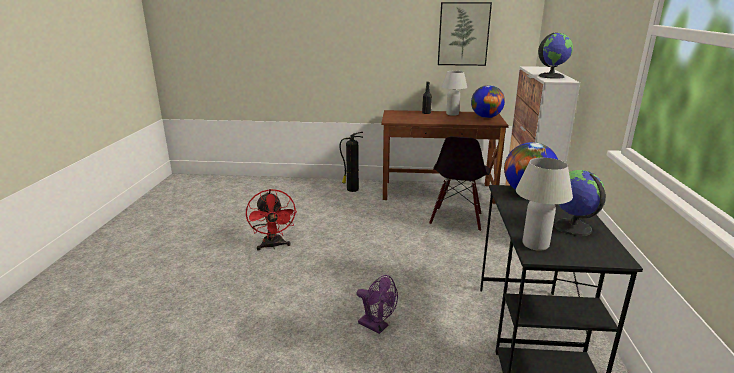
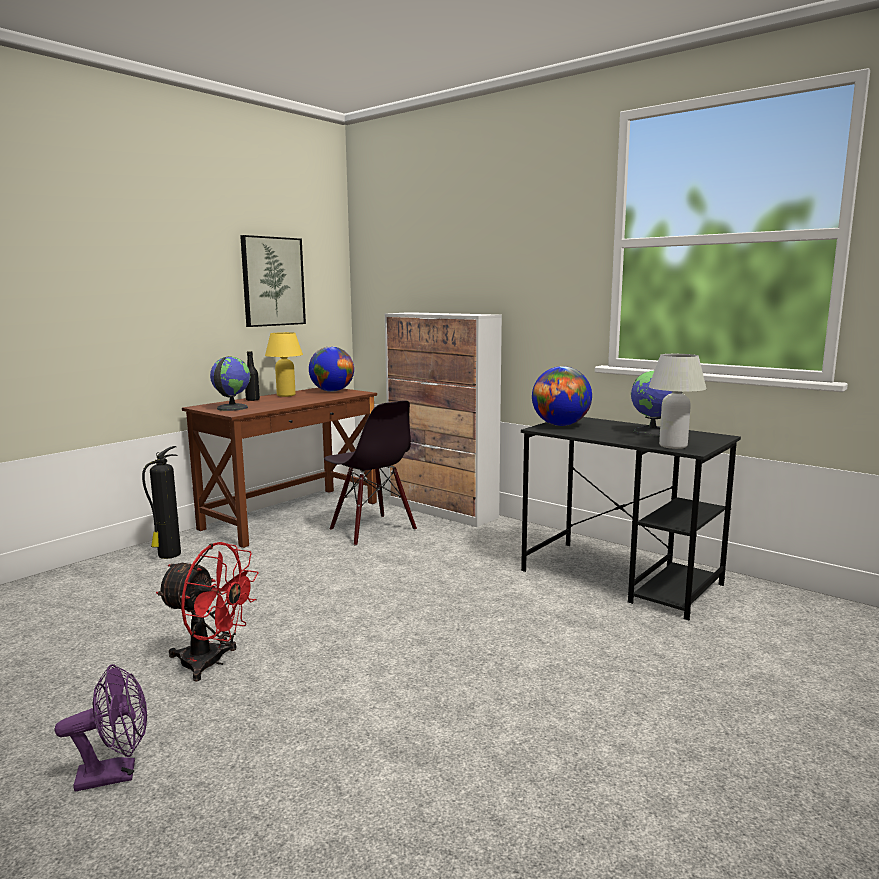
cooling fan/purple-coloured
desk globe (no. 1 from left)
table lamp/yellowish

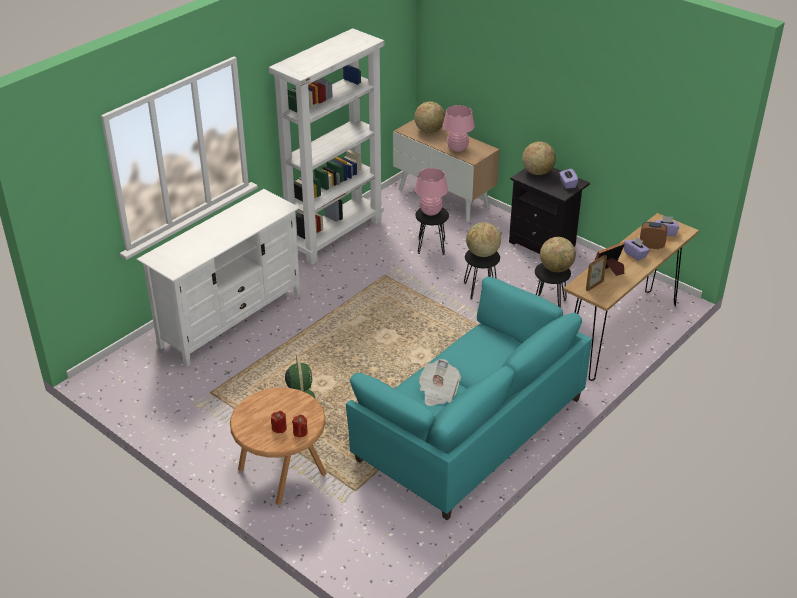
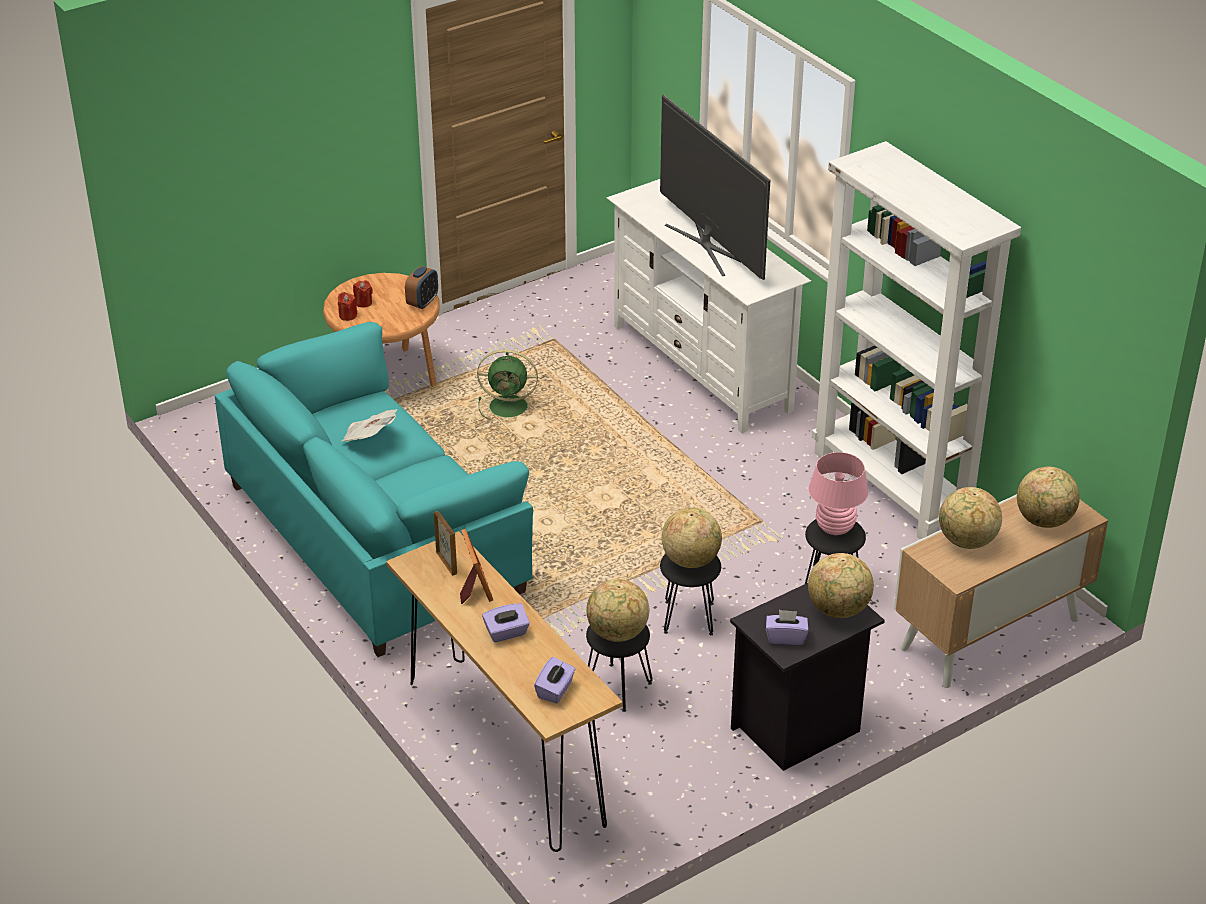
bedside clock
TV
desk globe (no. 4 from left)

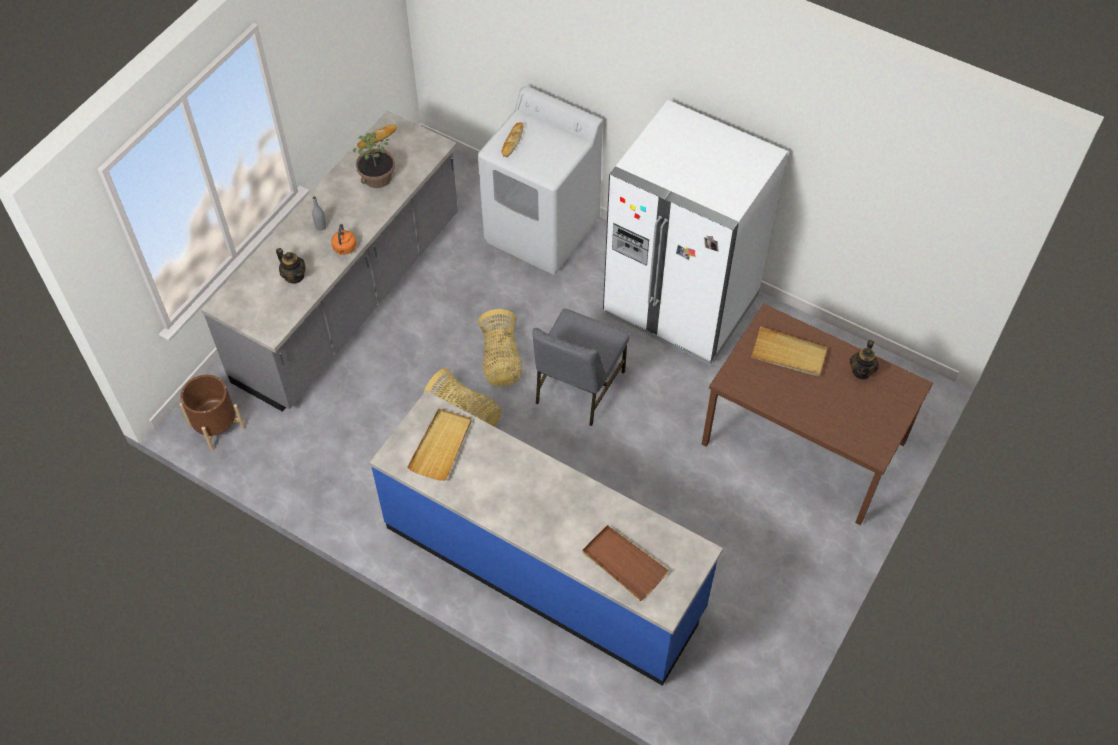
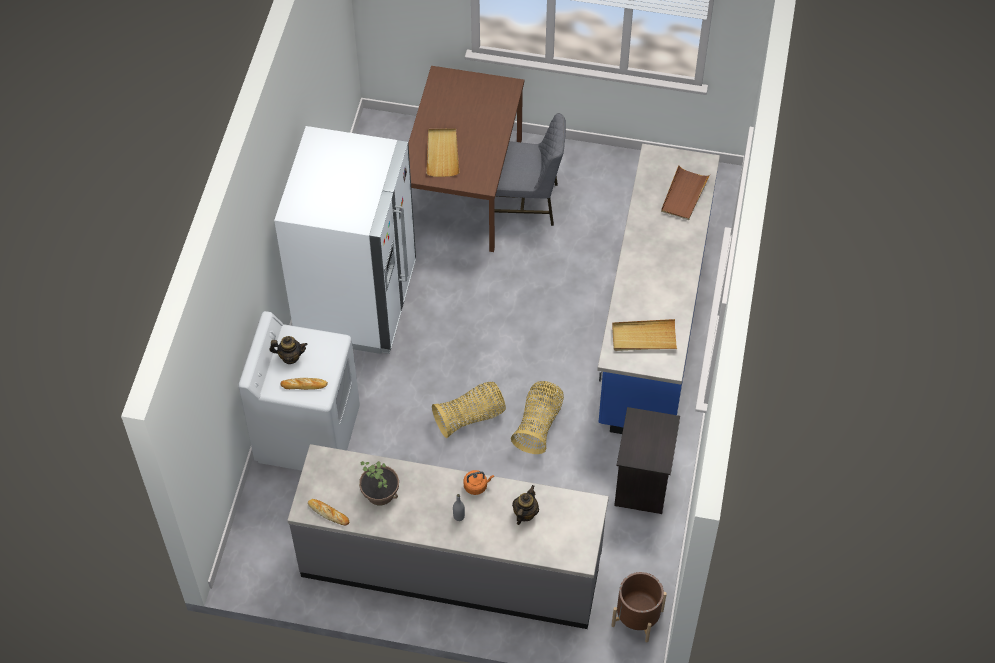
pot for tea (no. 1 from left)
plain chair/gray
bedside table/black-coloured

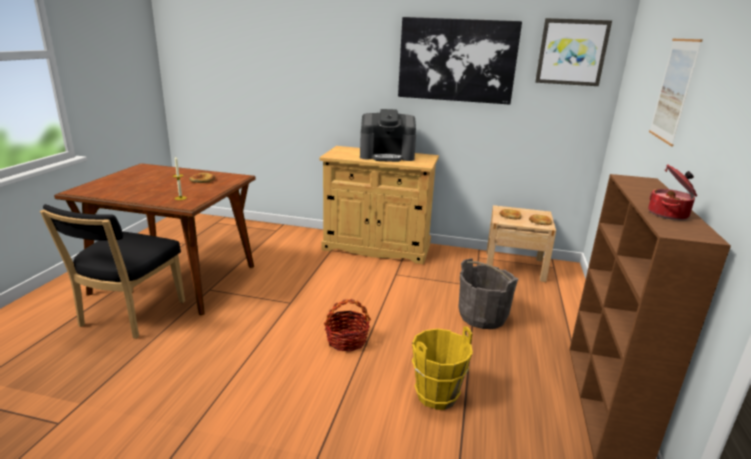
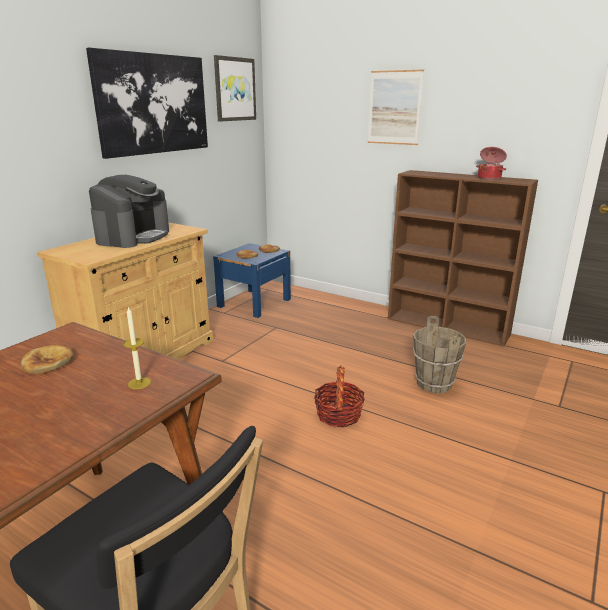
bedside table/blue-coloured
water bucket/brown-coloured
water bucket/gray

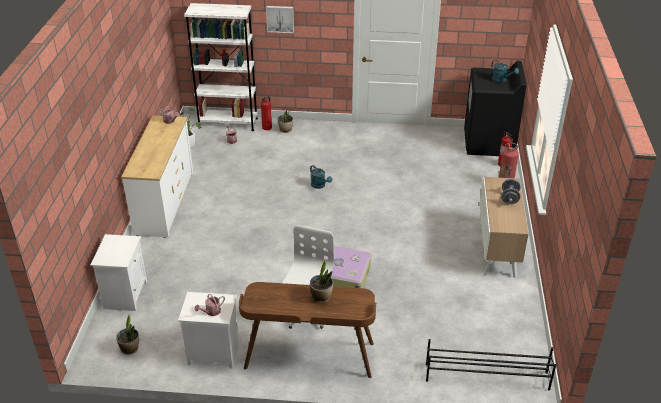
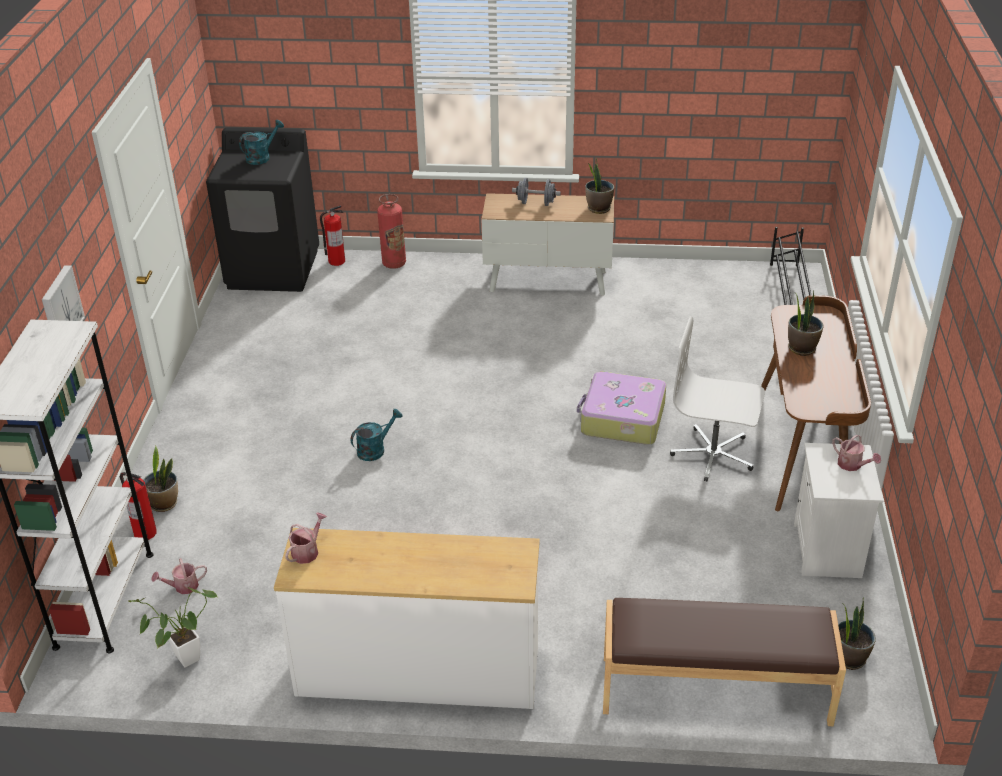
plant in a pot (no. 3 from left)
long seat/brown-coloured

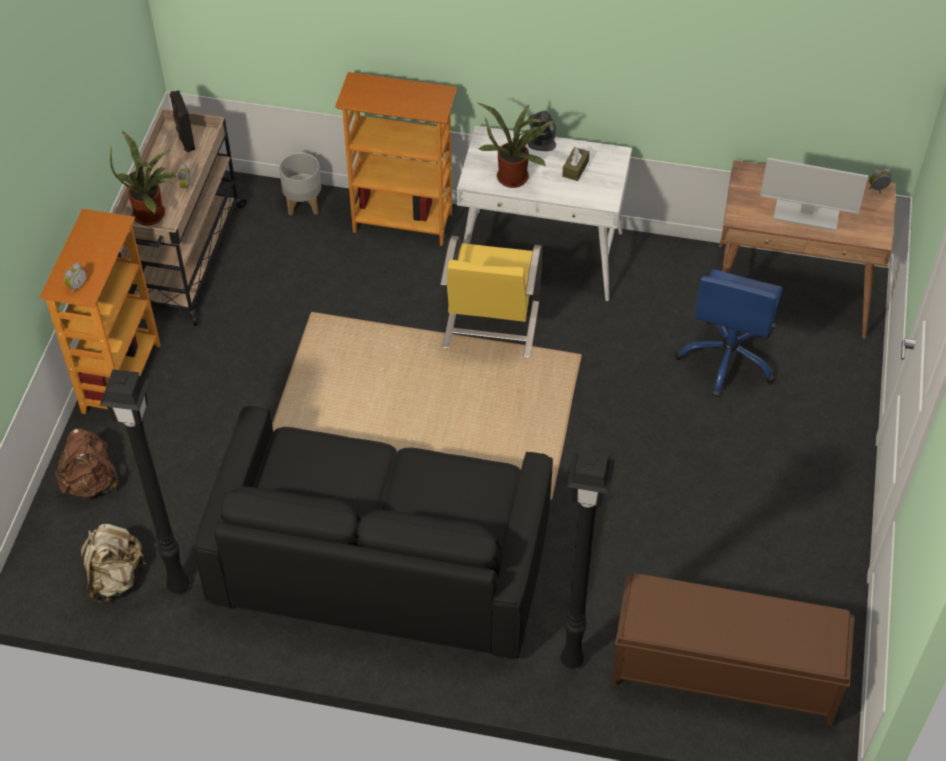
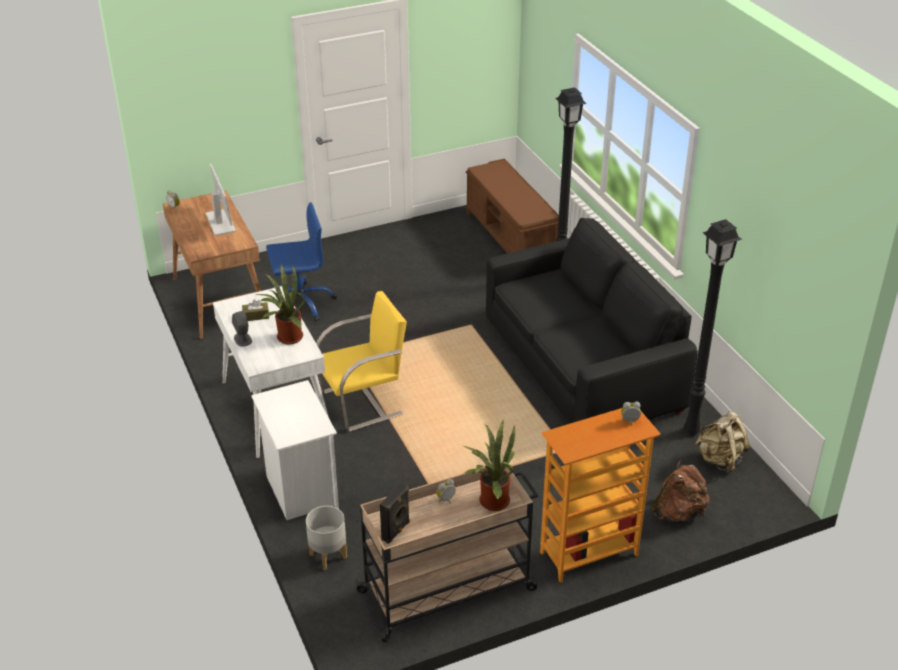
bedside table/whitish

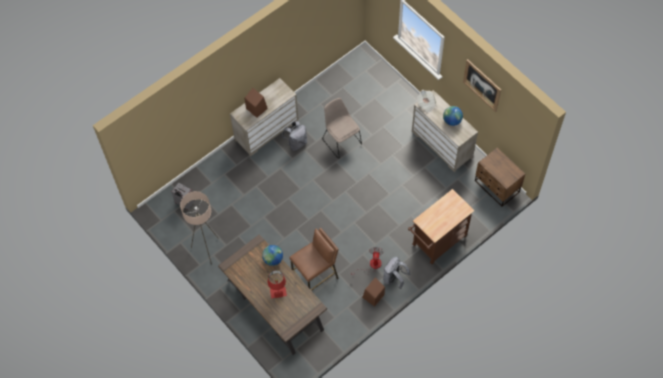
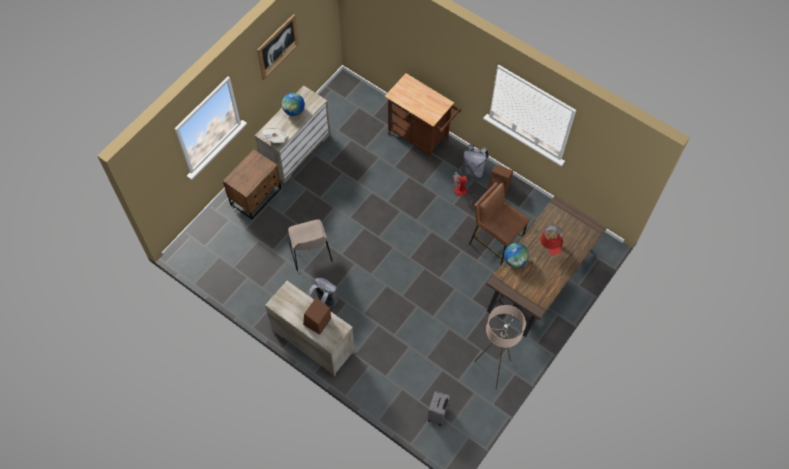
bedside table/brown-coloured
plain chair/beige

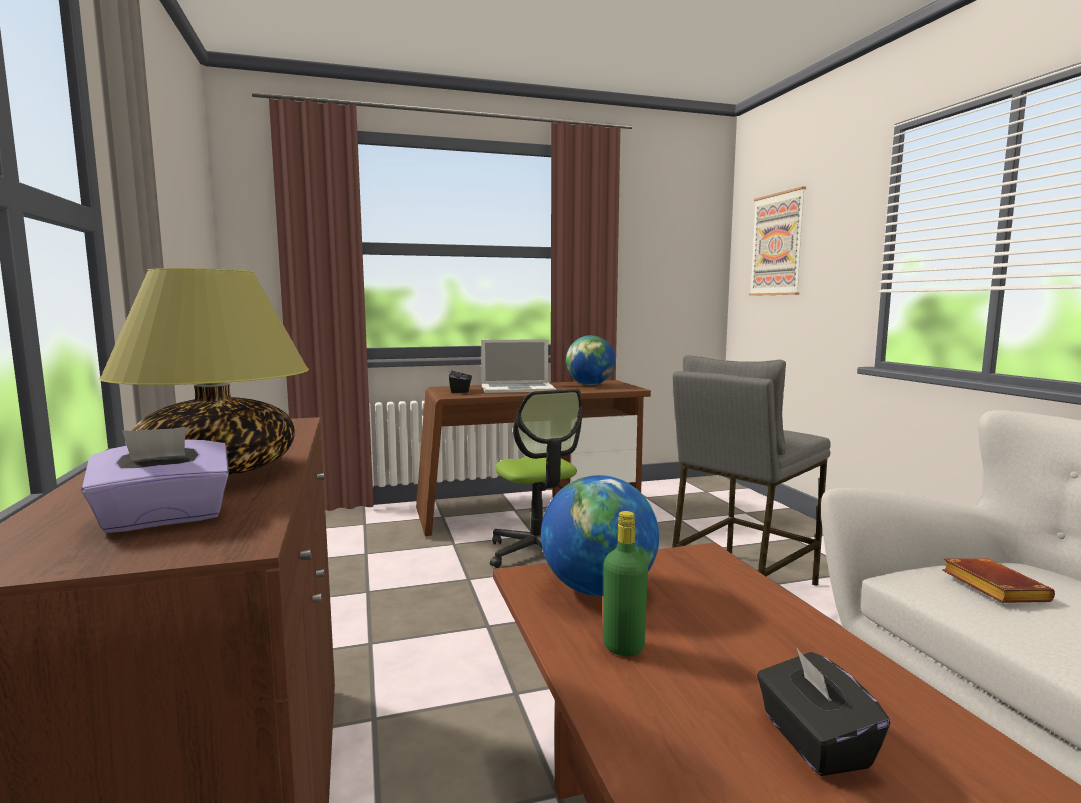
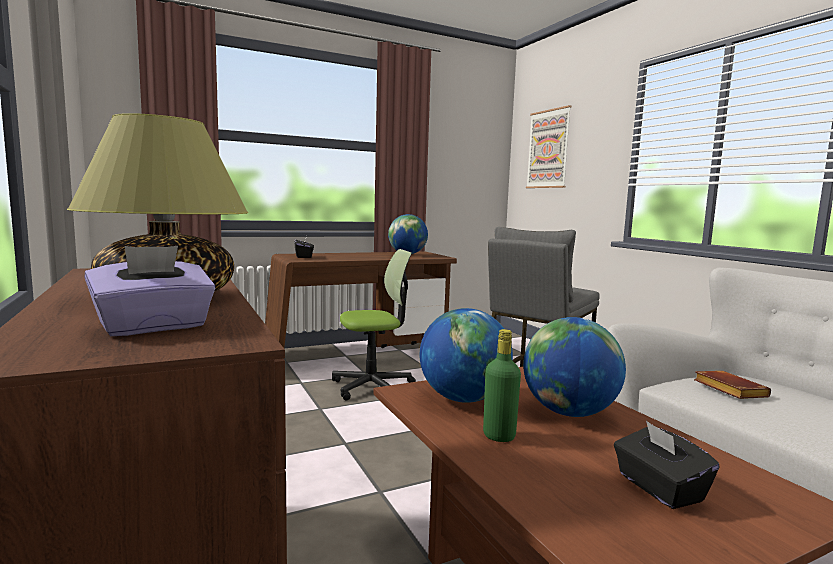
computer chair
desk globe (no. 3 from left)
notebook computer

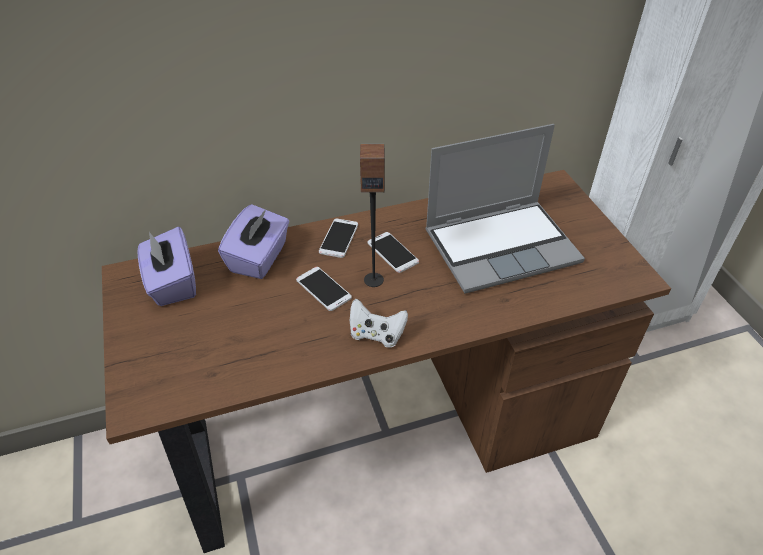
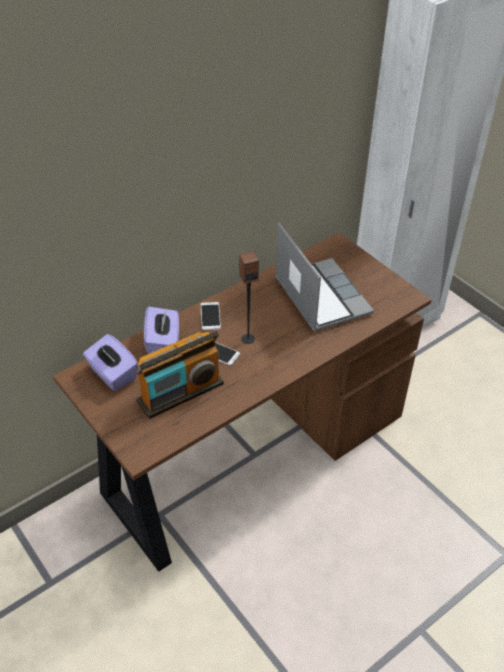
radio set
notebook computer
joypad/whitish
handset (no. 3 from left in the first image)

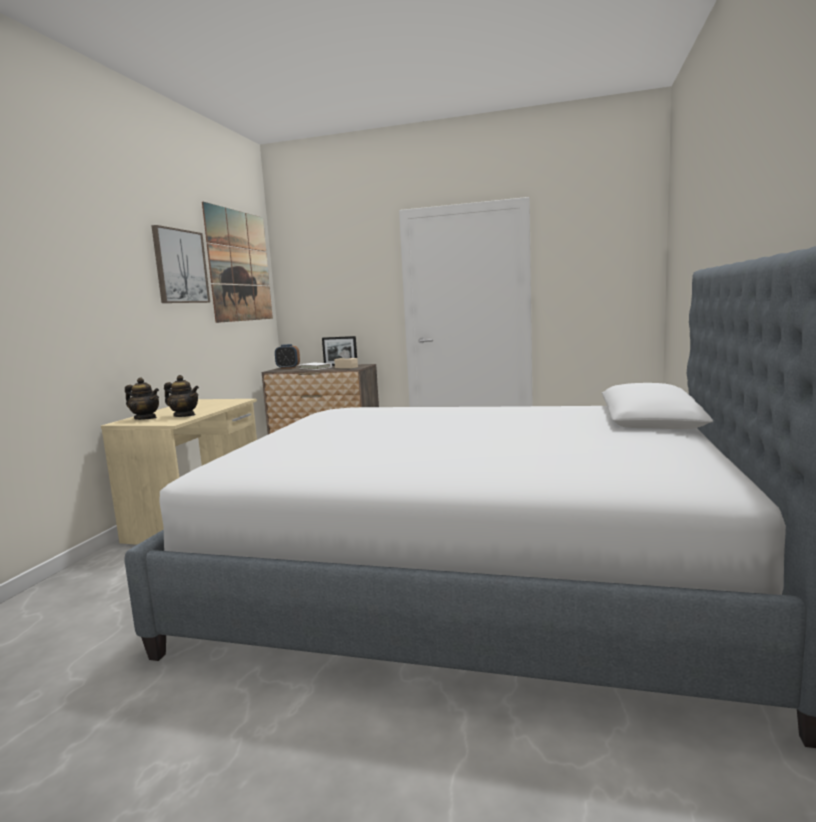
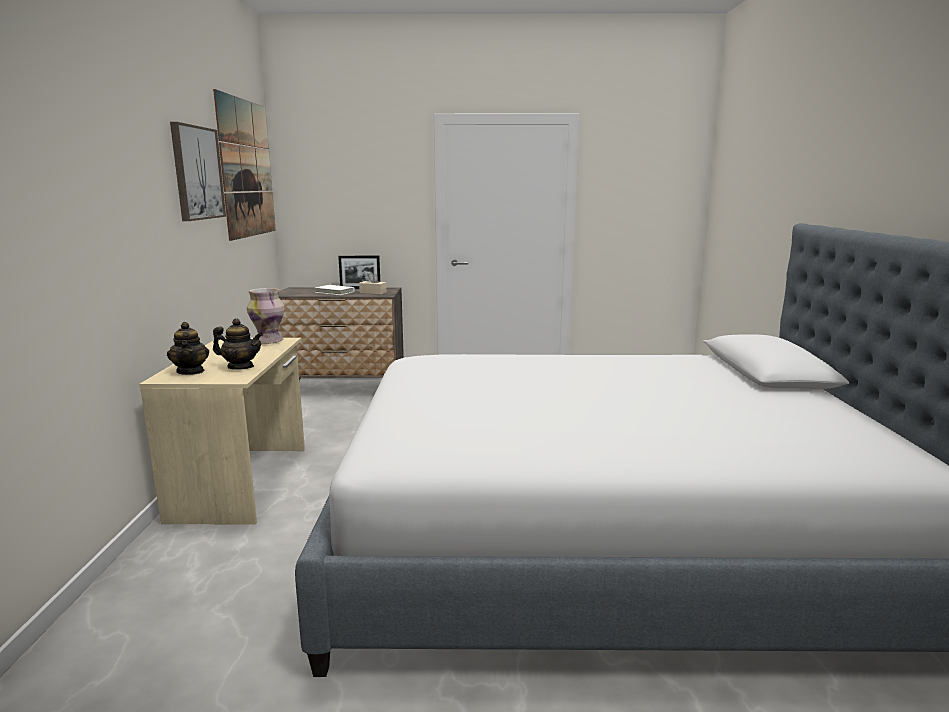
pot for tea (no. 1 from left)
flower vase
bedside clock

